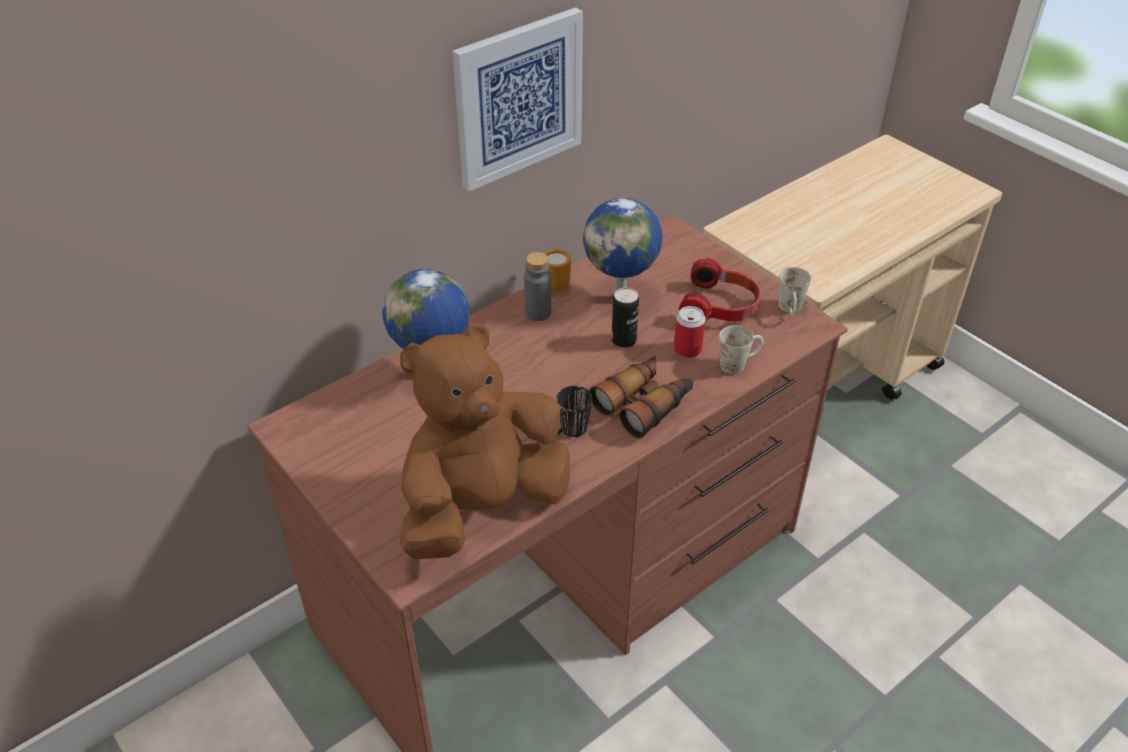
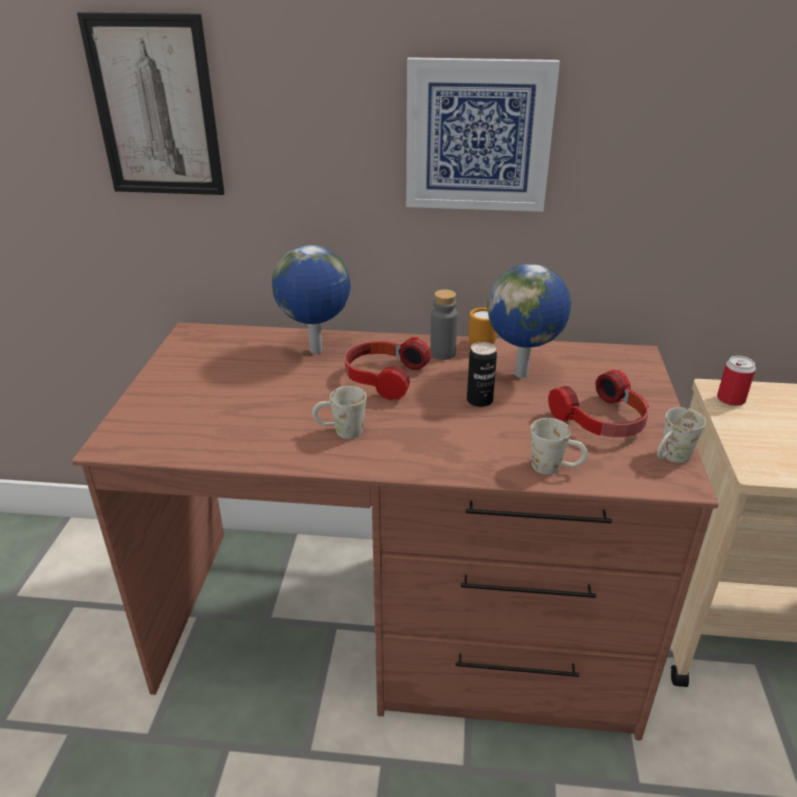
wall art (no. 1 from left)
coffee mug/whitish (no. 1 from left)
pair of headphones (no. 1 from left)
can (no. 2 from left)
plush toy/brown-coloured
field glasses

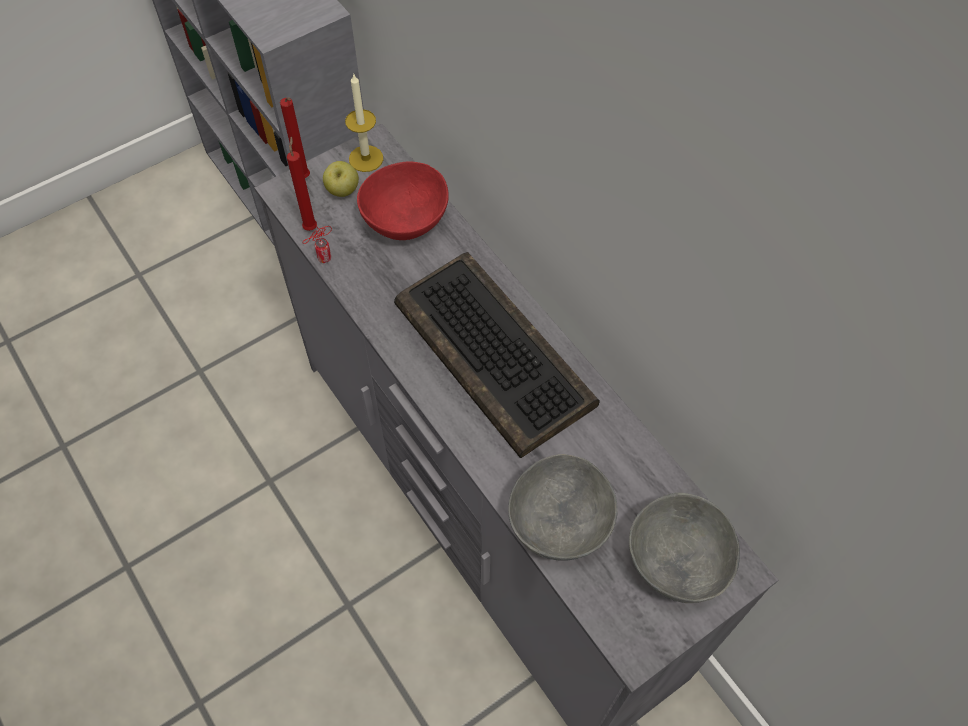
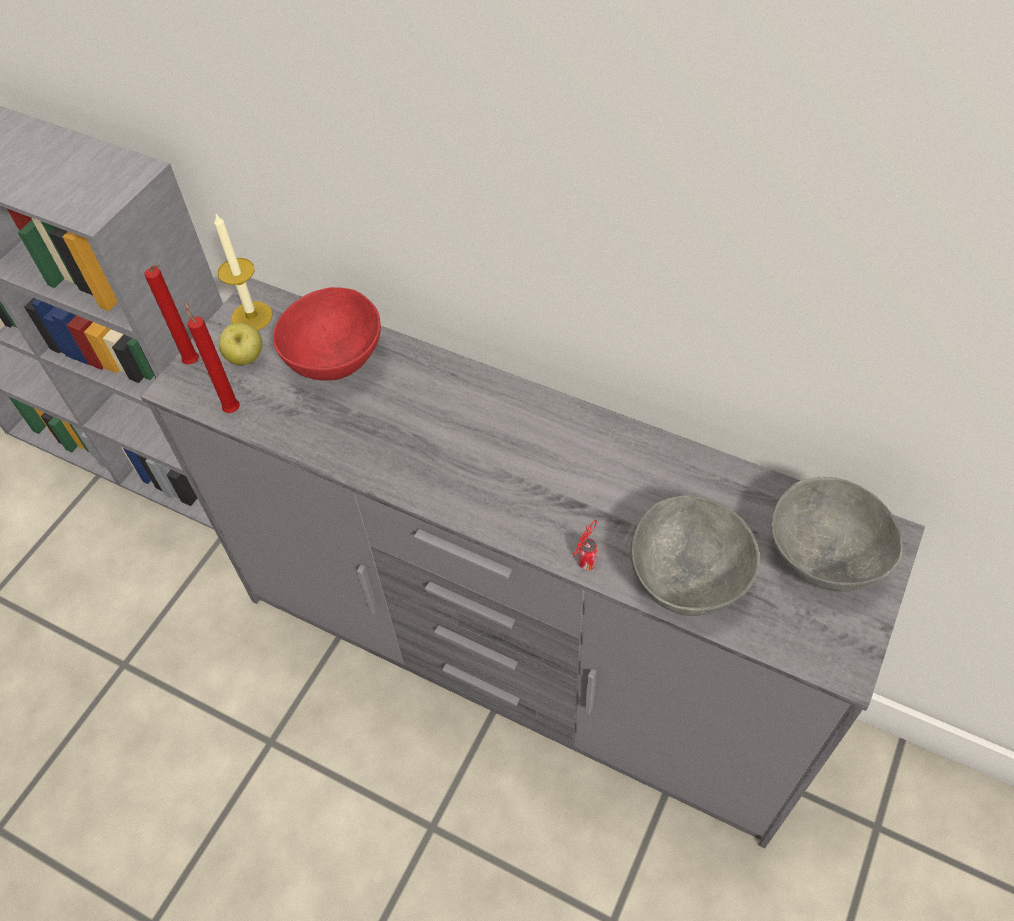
can
computer keyboard

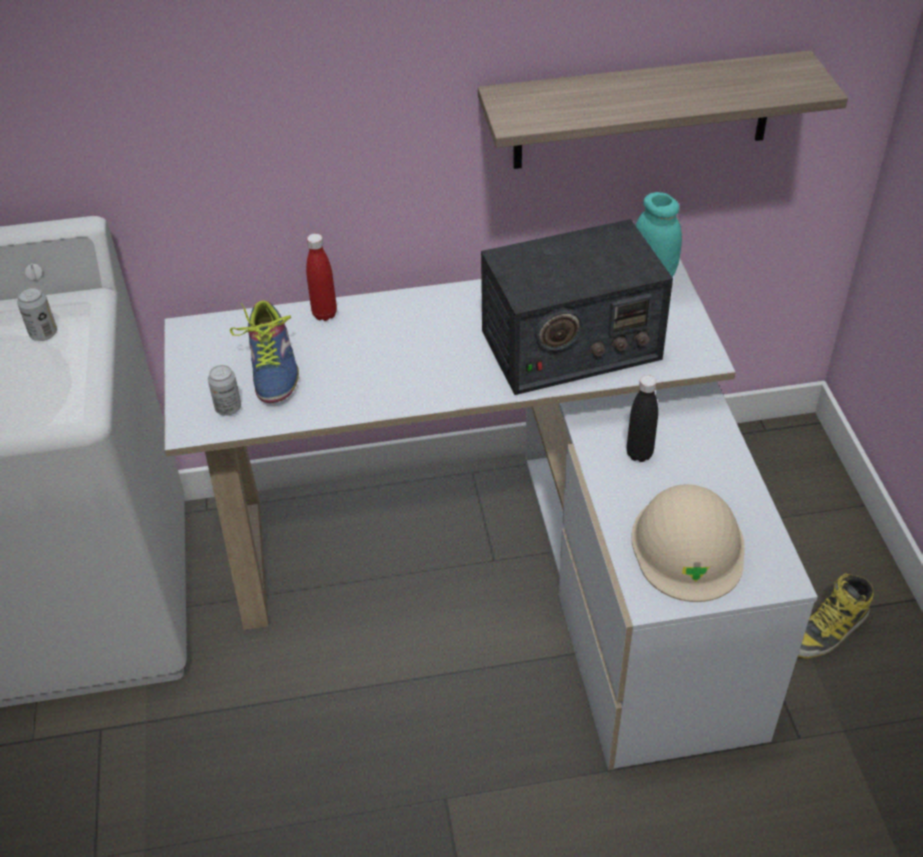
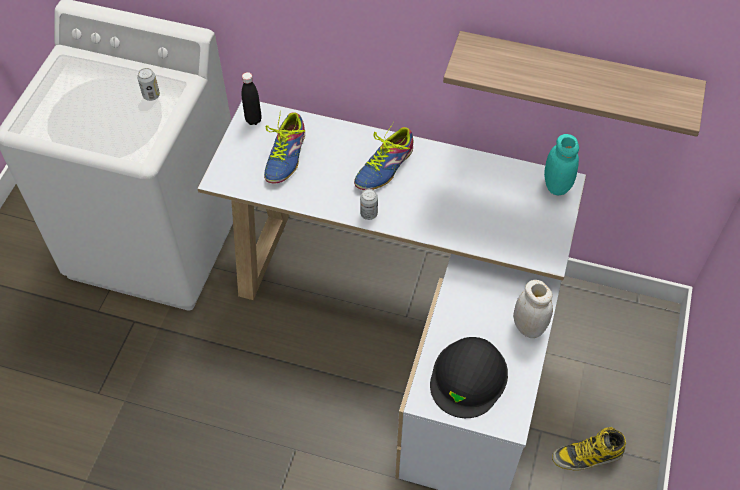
beverage bottle/black-coloured
low shoe (no. 2 from left)
can (no. 2 from left)
safety helmet/black-coloured
jar/whitish
beverage bottle/reddish
radio set

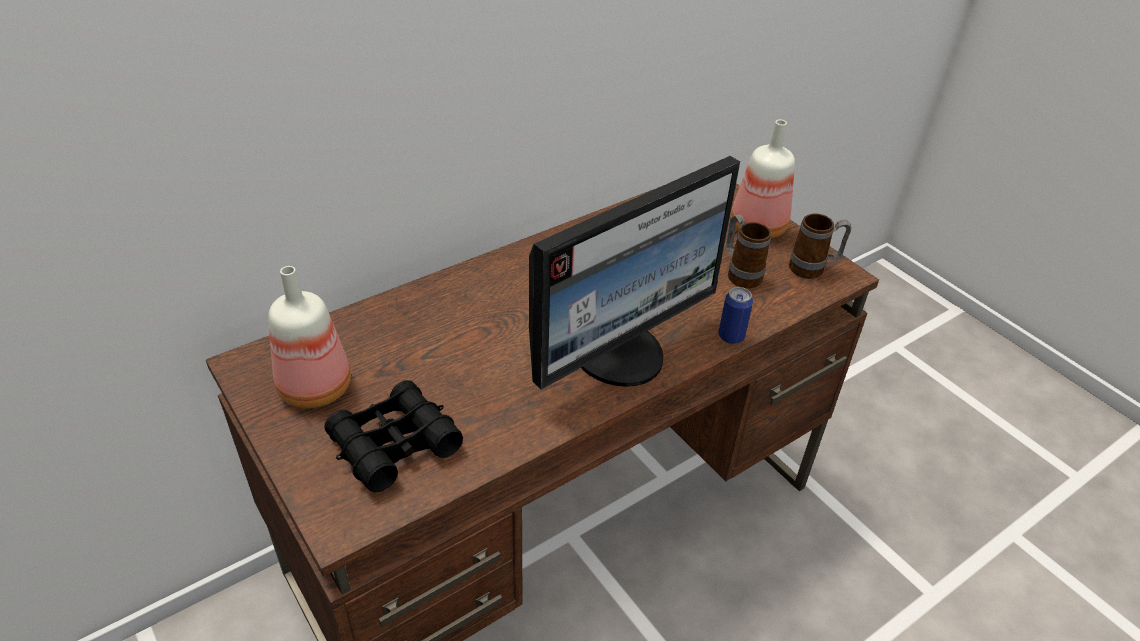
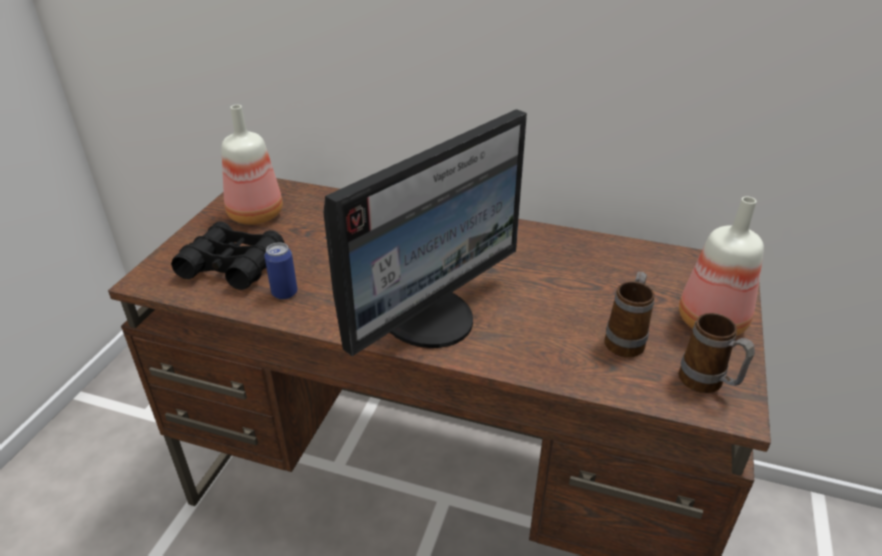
can
monitor

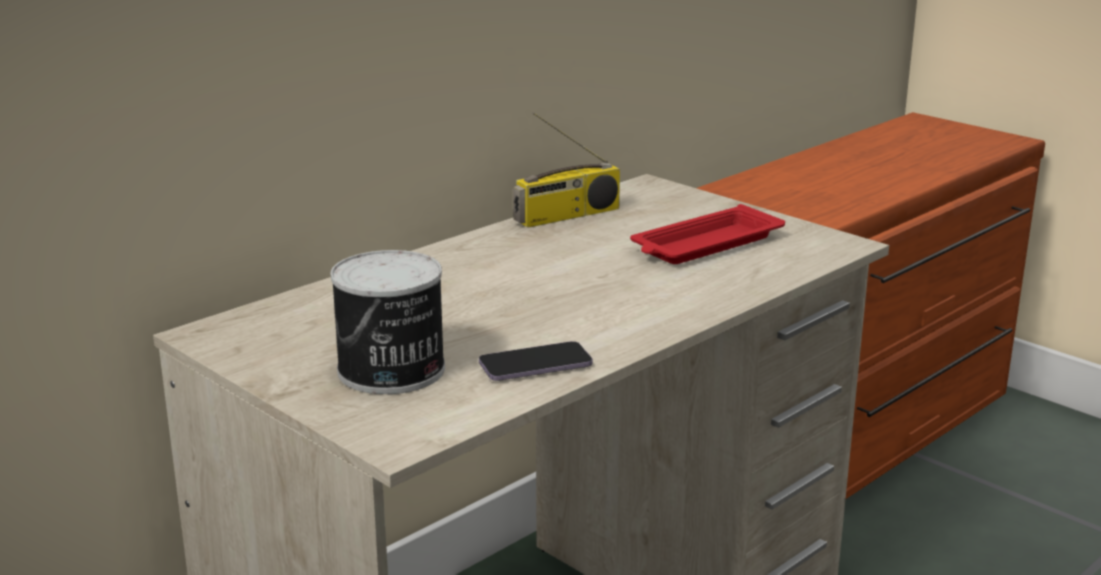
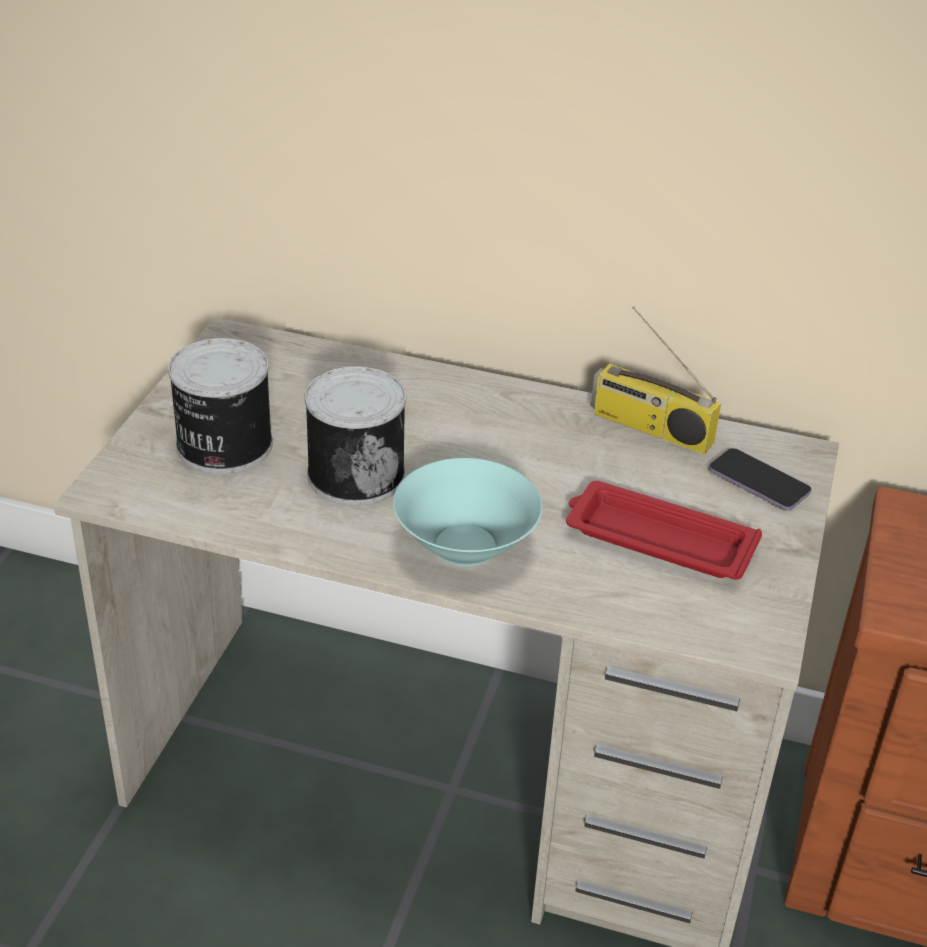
can (no. 2 from left)
serving bowl/turquoise-coloured
handset

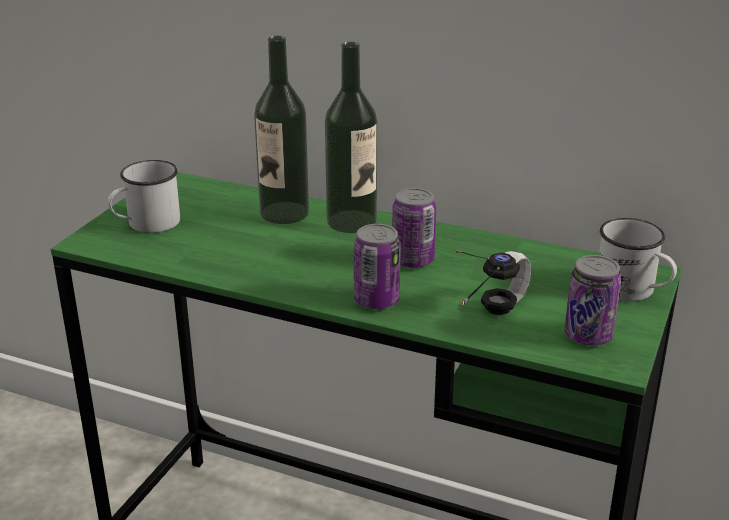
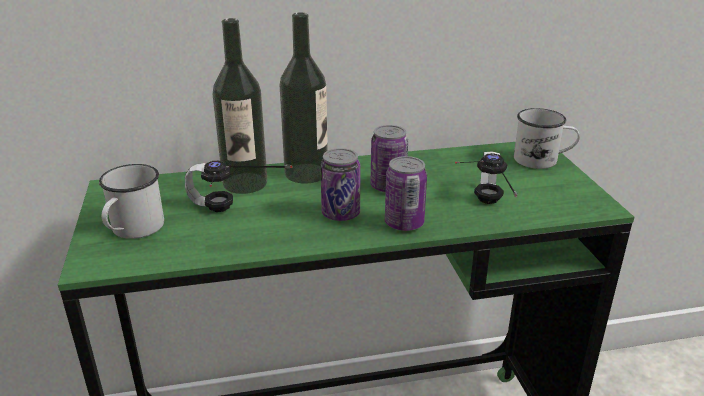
pair of headphones (no. 1 from left)
can (no. 1 from left)

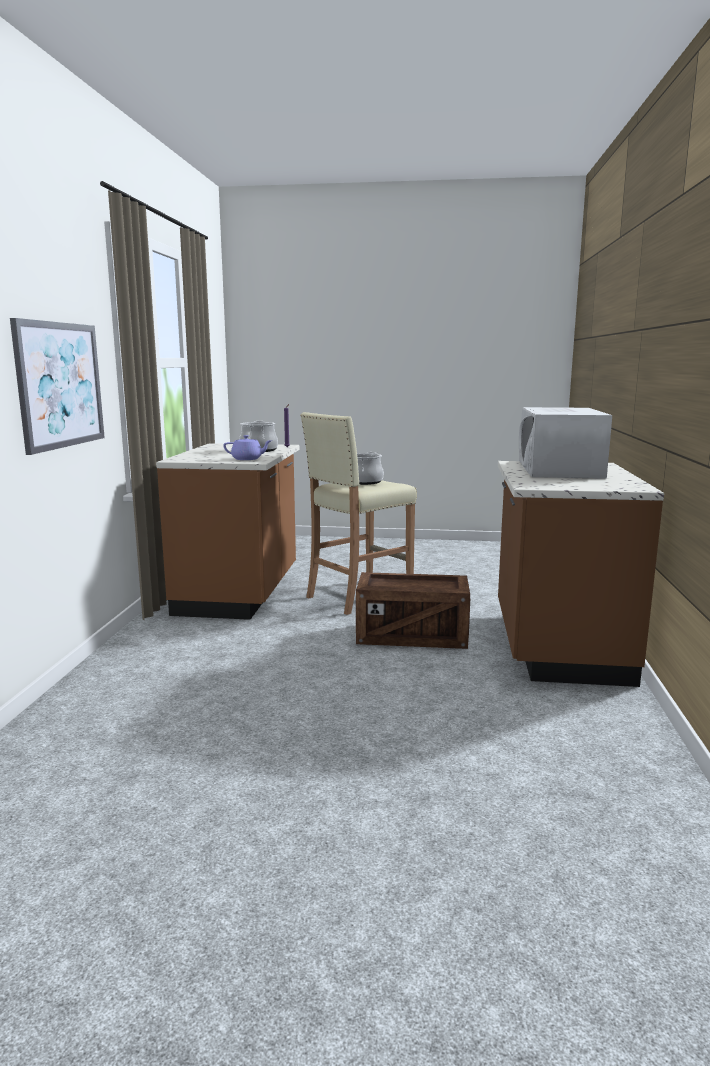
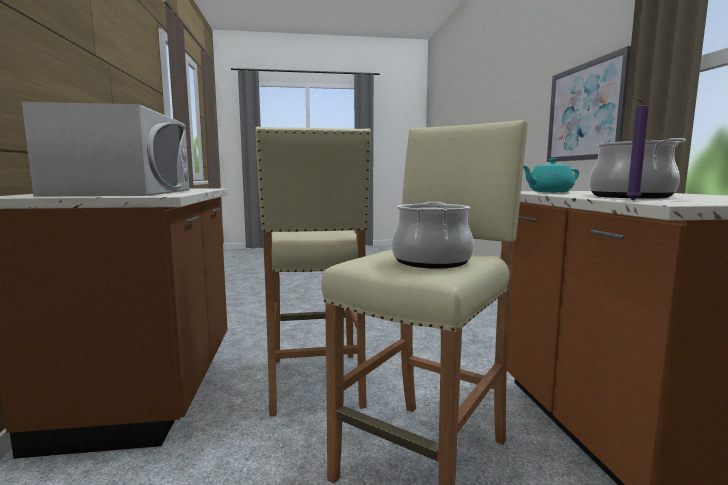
sitting stool/beige (no. 1 from left)
pot for tea/turquoise-coloured

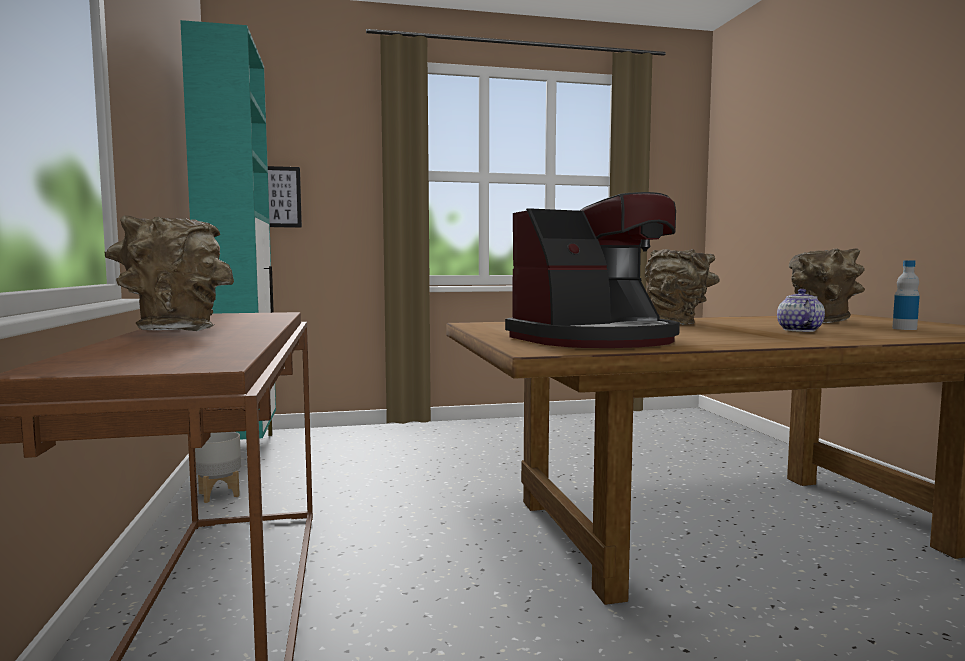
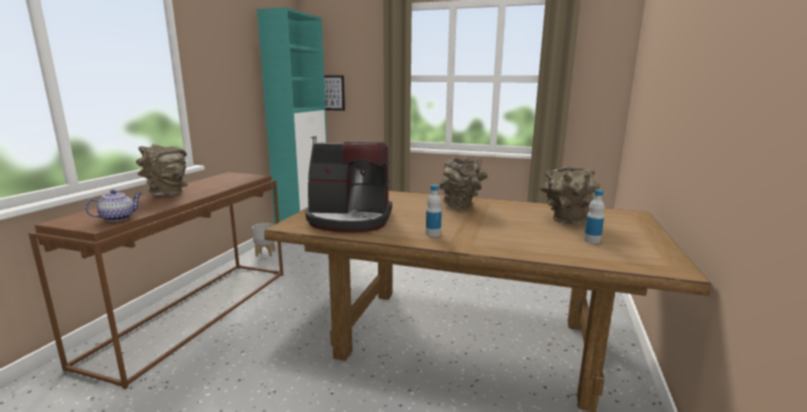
pot for tea
beverage bottle (no. 1 from left)

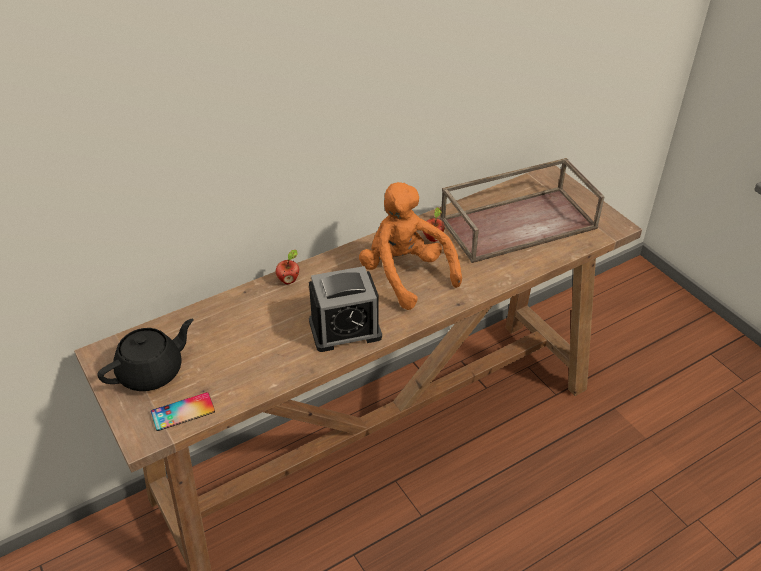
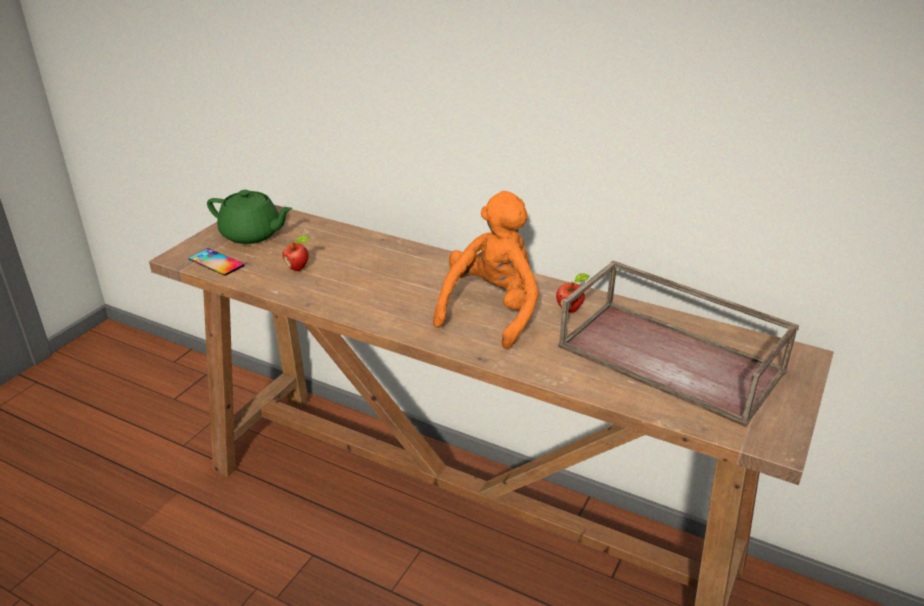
pot for tea/green-coloured
apple fruit (no. 1 from left)
bedside clock

